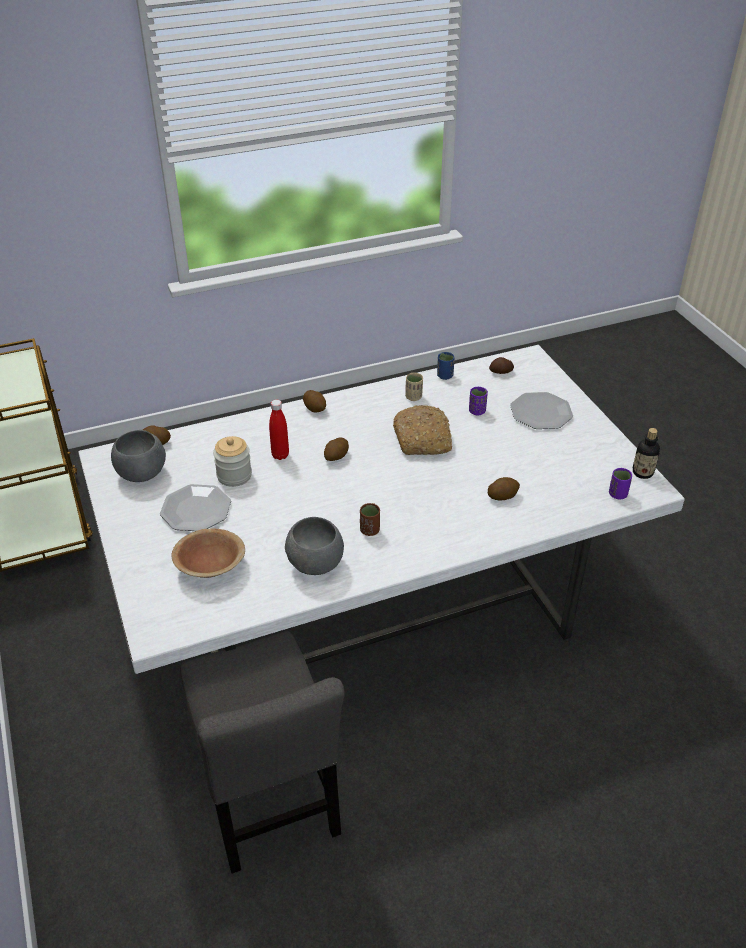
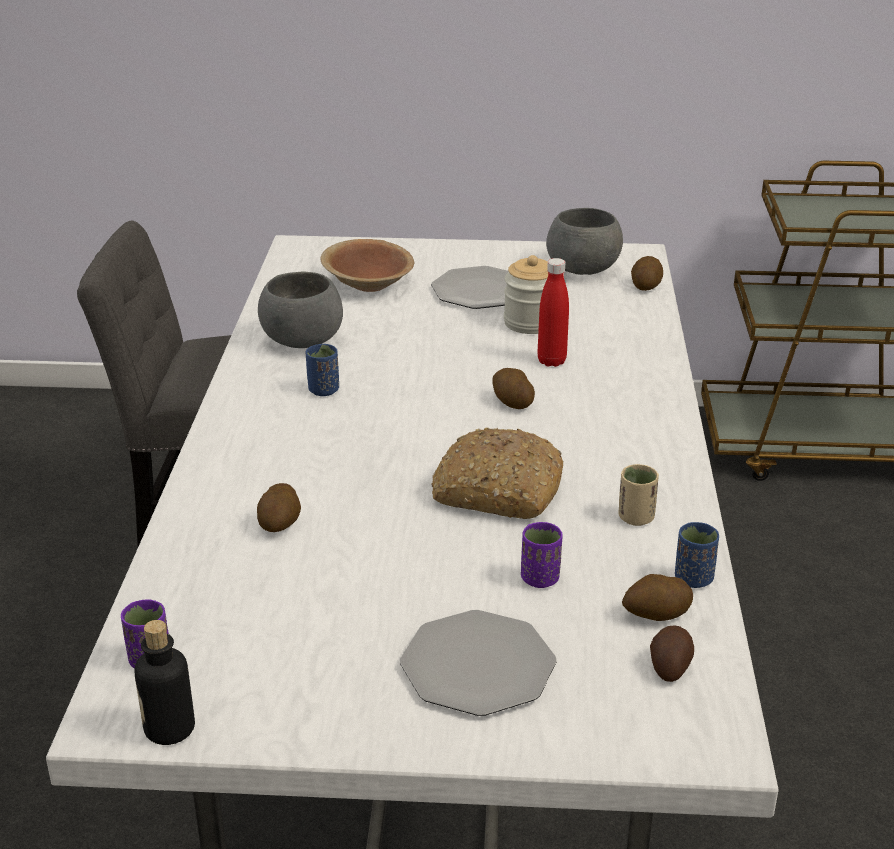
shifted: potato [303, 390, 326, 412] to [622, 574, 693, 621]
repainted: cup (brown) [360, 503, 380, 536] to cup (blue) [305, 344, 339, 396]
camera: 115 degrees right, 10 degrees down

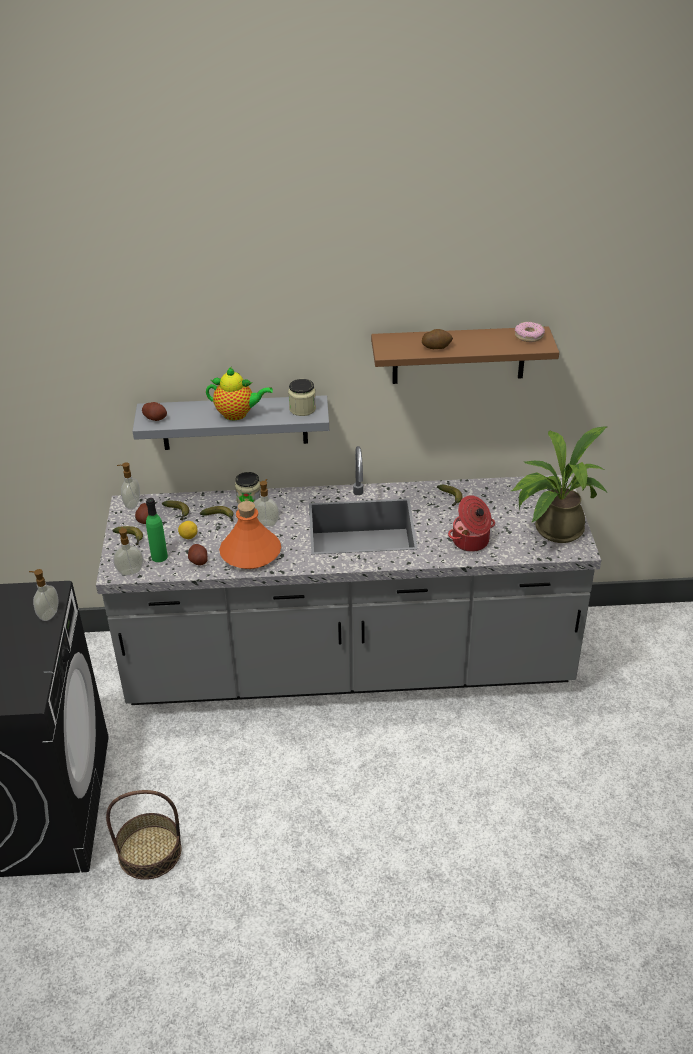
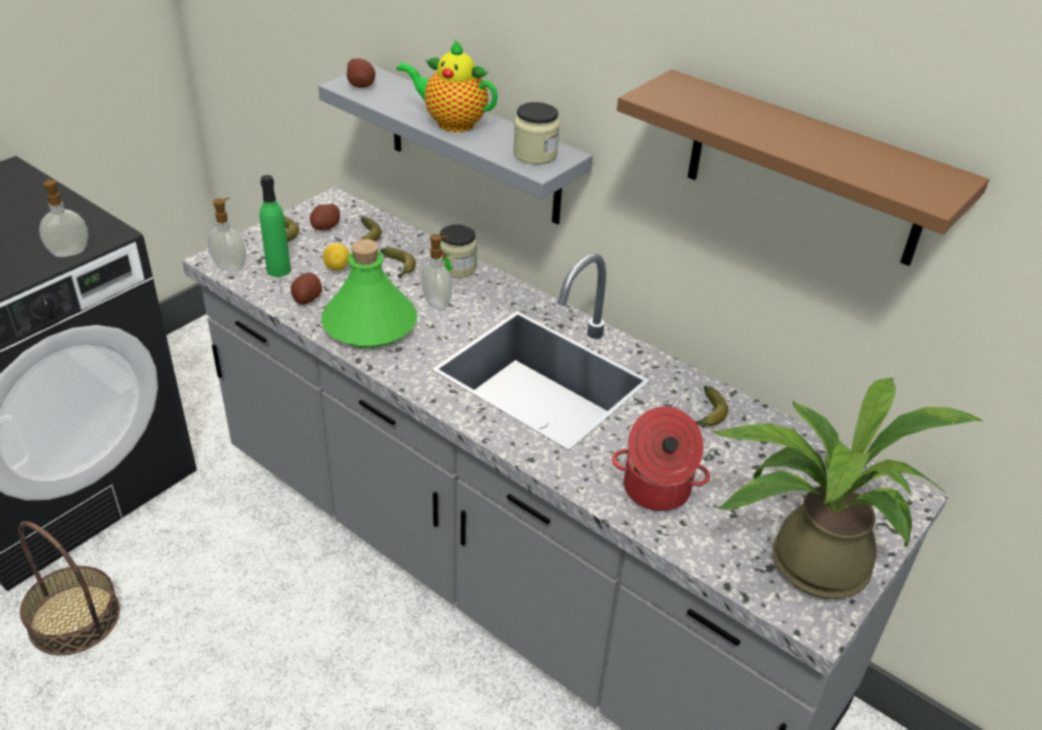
gone: soap dispenser [117, 462, 140, 509]; potato [422, 329, 453, 349]; donut [515, 322, 545, 342]
repainted: bottle (orange) [219, 501, 281, 569] to bottle (green) [321, 239, 417, 348]
rotated: teapot [206, 367, 273, 420] = [396, 39, 498, 132] 150 degrees clockwise
camera: 40 degrees right, 0 degrees up

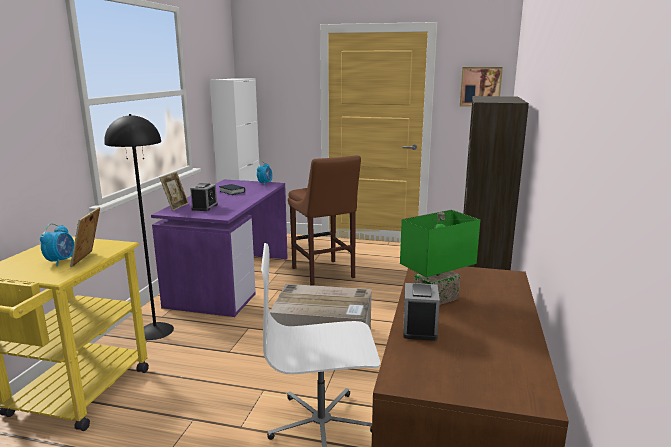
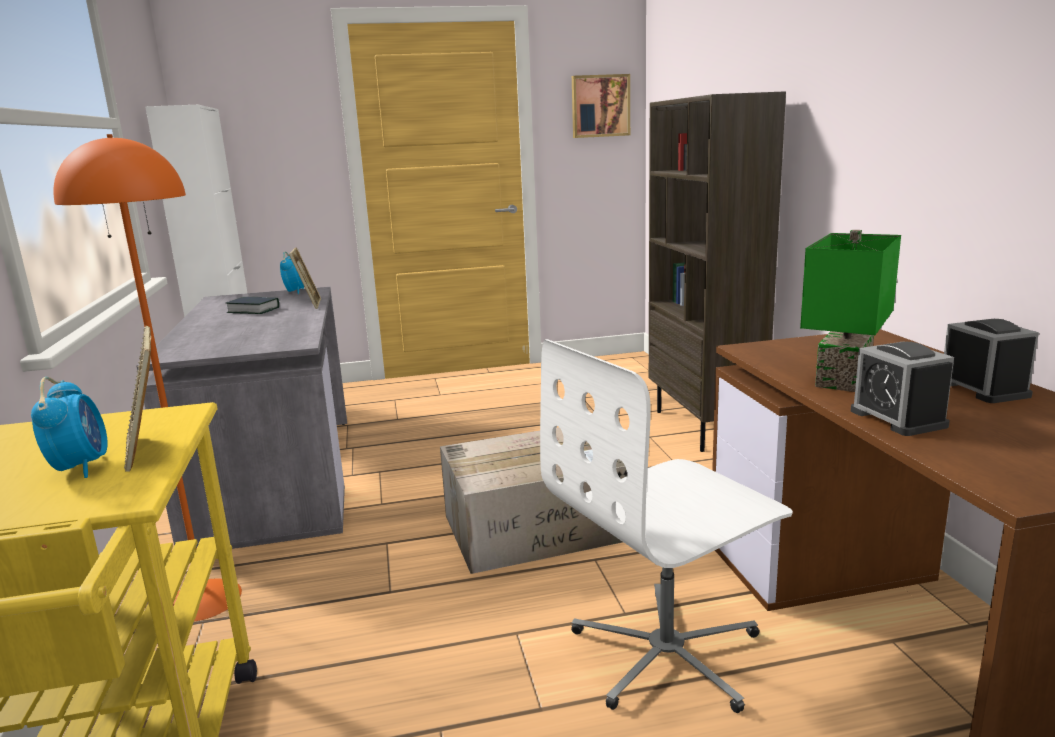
gone: stool (brown) [288, 155, 361, 286]
shifted: picture frame [160, 172, 189, 211] to [289, 247, 321, 309]; alarm clock [190, 183, 218, 211] to [944, 319, 1039, 403]
repainted: floor lamp (black) [104, 114, 174, 340] to floor lamp (orange) [53, 134, 242, 622]; desk (purple) [151, 180, 287, 317] to desk (grey) [136, 287, 347, 549]
camera: 25 degrees left, 0 degrees up

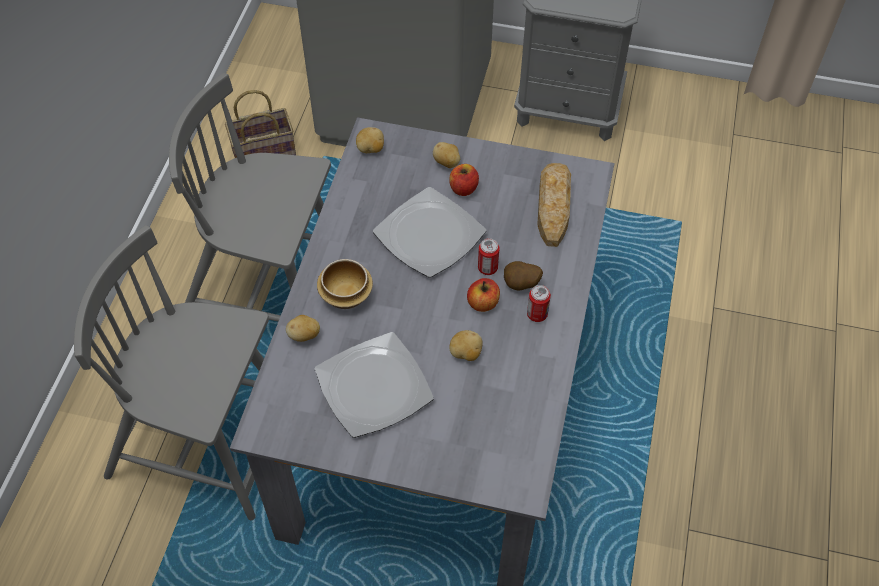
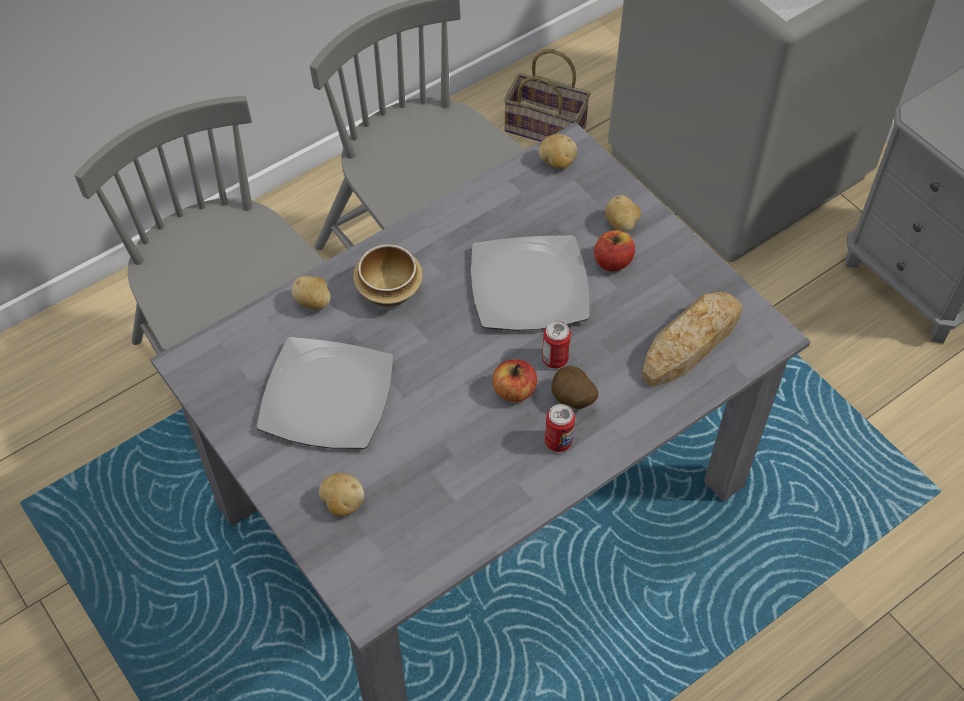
shifted: potato [449, 330, 483, 361] to [319, 473, 364, 516]
camera: 40 degrees right, 0 degrees up

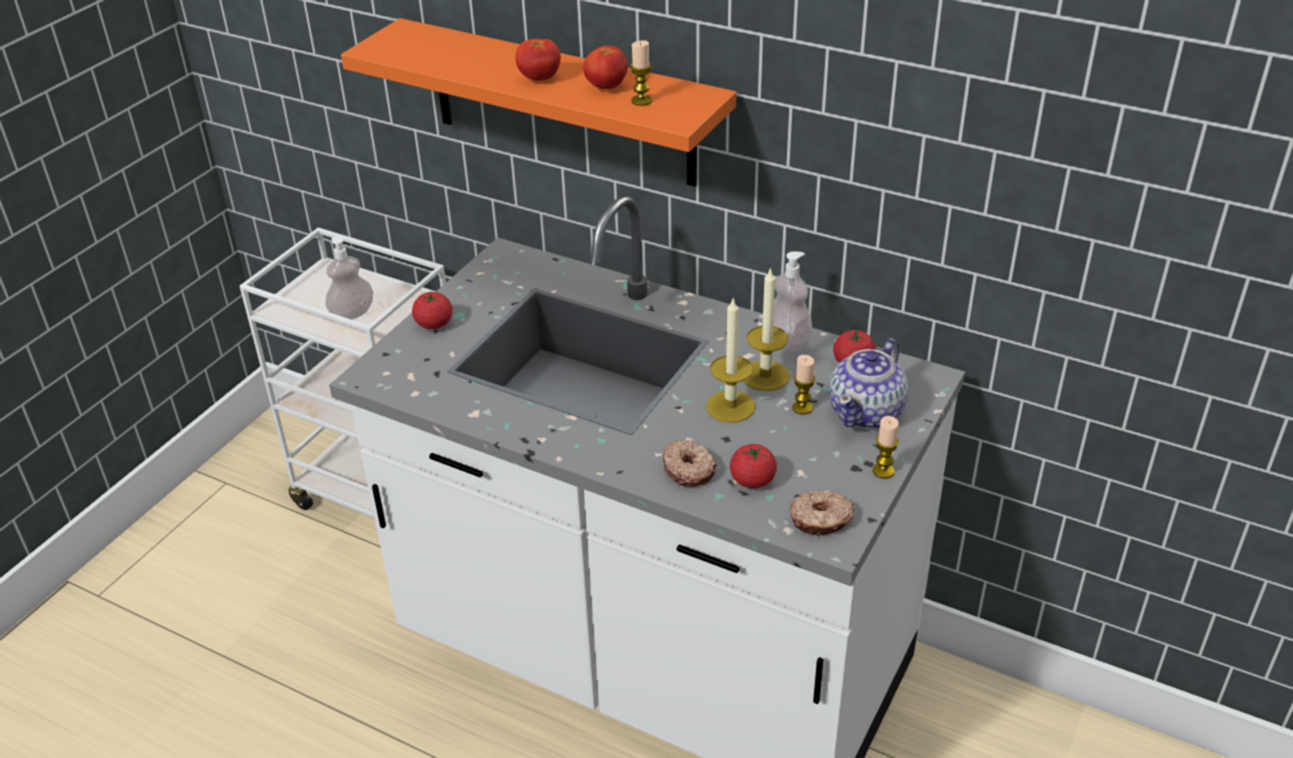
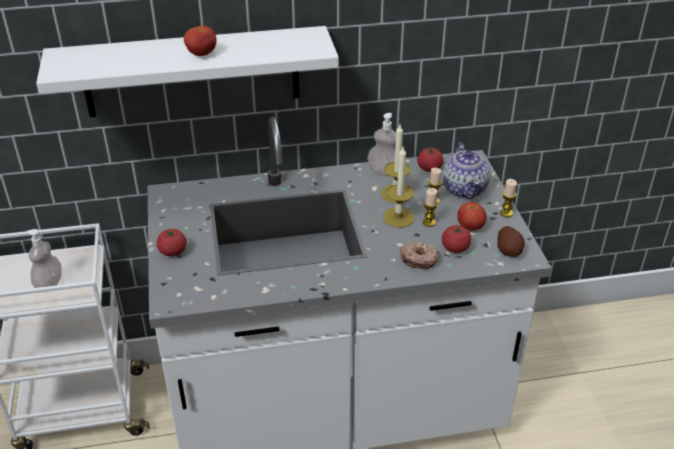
shifted: candle [630, 40, 652, 106] to [423, 188, 438, 227]; tomato [583, 46, 628, 89] to [457, 202, 487, 231]
swapped: donut [790, 490, 854, 536] to potato [497, 226, 525, 257]
repainted: shelf (orange) [341, 18, 737, 187] to shelf (white) [36, 26, 339, 118]
camera: 40 degrees left, 0 degrees up

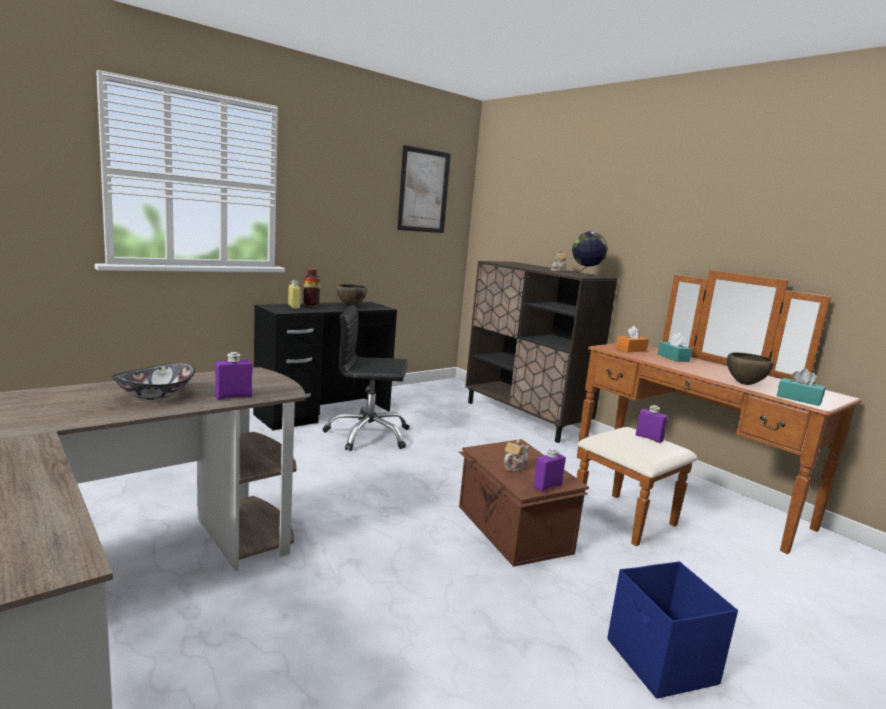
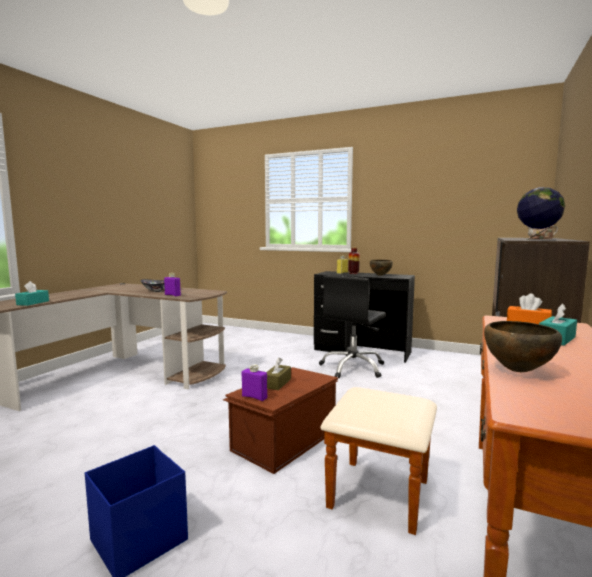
gone: picture [397, 145, 451, 233]; bottle (purple) [636, 405, 668, 443]
shifted: tissue box (turquoise) [777, 369, 826, 406] to [15, 281, 49, 306]
swapped: teapot [504, 440, 529, 472] to tissue box (brown) [267, 357, 291, 390]
rotated: office chair (black) [323, 305, 410, 451] = [319, 275, 386, 378] 120 degrees counterclockwise
camera: 65 degrees right, 5 degrees down

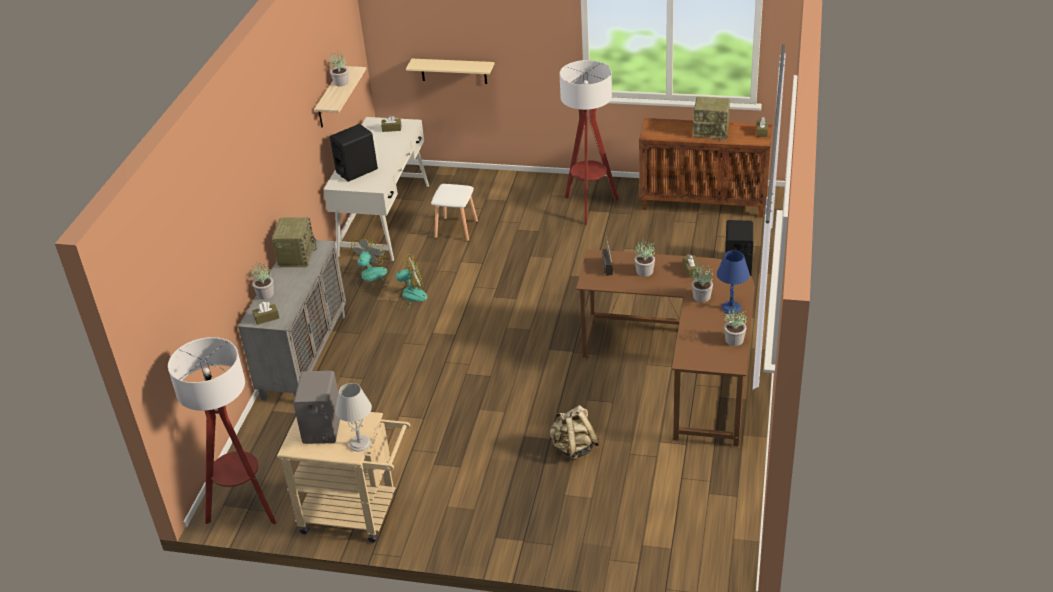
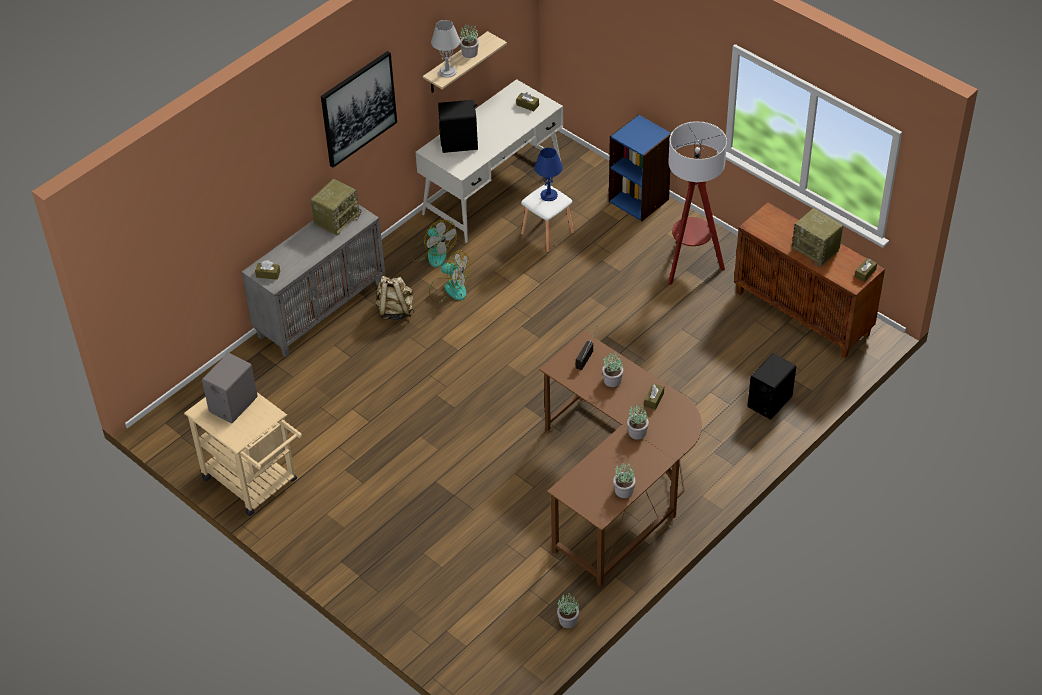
gone: floor lamp [168, 337, 276, 525]; shelf (beige) [406, 59, 494, 84]
new: picture [321, 51, 397, 168]; bookcase (blue) [609, 114, 671, 221]
shifted: backpack (beige) [550, 405, 599, 460] to [375, 276, 414, 320]; table lamp (grey) [335, 383, 372, 452] to [431, 20, 460, 78]; table lamp (blue) [717, 250, 750, 314] to [534, 147, 563, 201]; potted plant [251, 262, 274, 300] to [557, 592, 579, 628]
rotated: fan [351, 238, 388, 290] = [411, 220, 457, 267] 90 degrees clockwise
camera: 30 degrees right, 10 degrees up

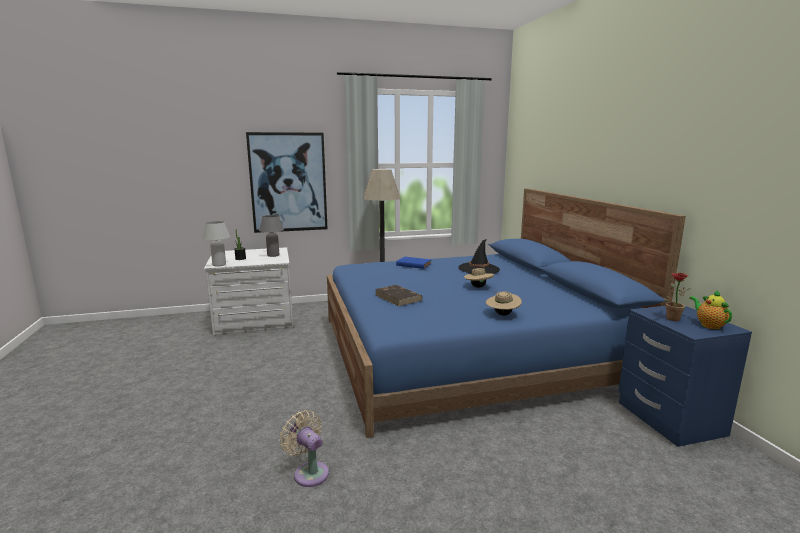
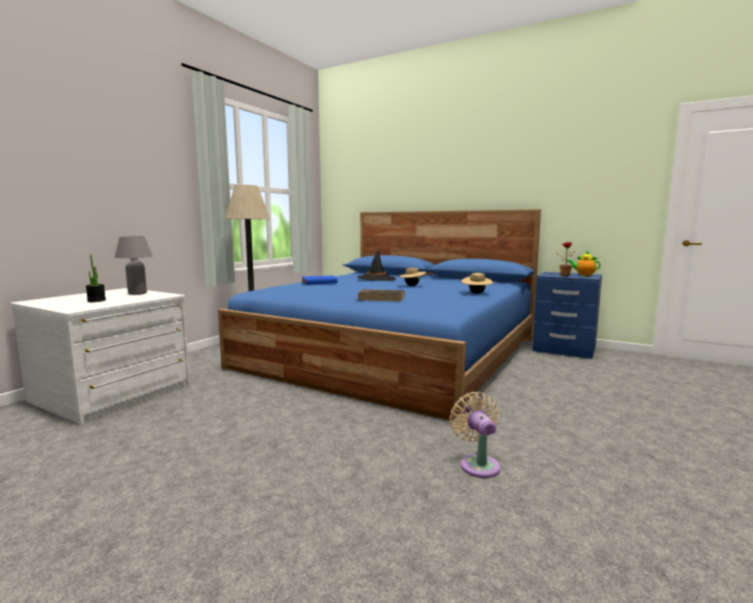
gone: table lamp (white) [202, 221, 230, 267]; picture [246, 132, 327, 233]
rotated: fan (beige) [280, 410, 329, 487] = [450, 392, 501, 478] 75 degrees clockwise
camera: 45 degrees left, 5 degrees down

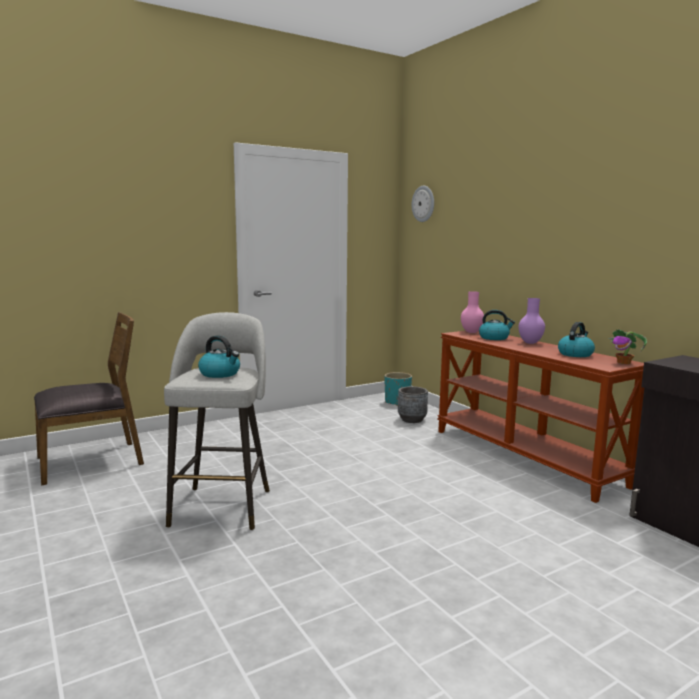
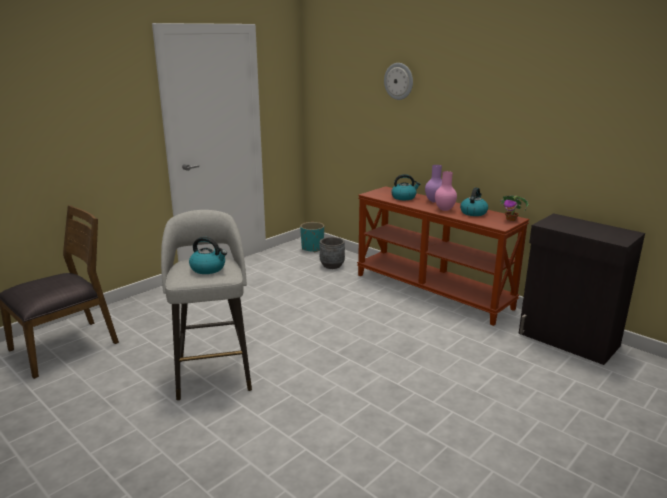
shifted: wall clock [412, 186, 434, 222] to [384, 63, 413, 100]; vase (pink) [461, 291, 484, 333] to [435, 171, 457, 211]
camera: 15 degrees left, 10 degrees up

